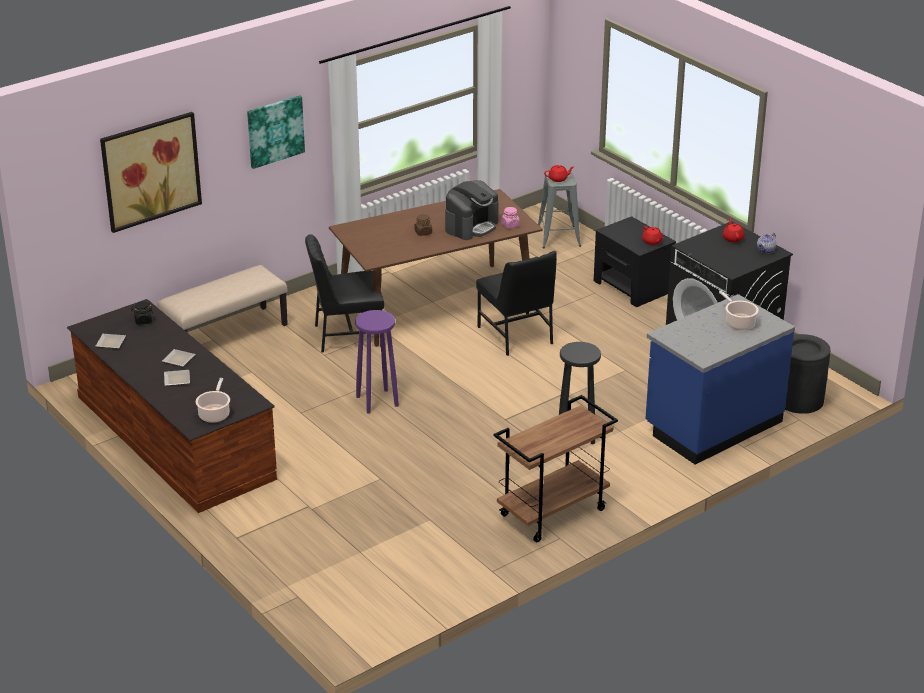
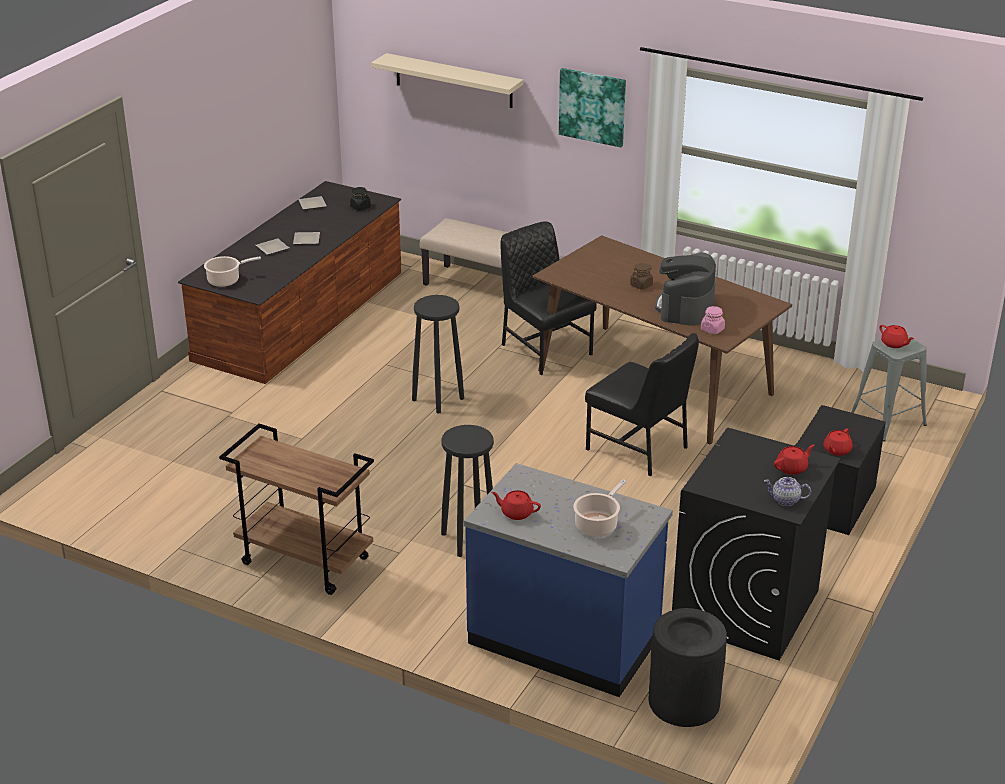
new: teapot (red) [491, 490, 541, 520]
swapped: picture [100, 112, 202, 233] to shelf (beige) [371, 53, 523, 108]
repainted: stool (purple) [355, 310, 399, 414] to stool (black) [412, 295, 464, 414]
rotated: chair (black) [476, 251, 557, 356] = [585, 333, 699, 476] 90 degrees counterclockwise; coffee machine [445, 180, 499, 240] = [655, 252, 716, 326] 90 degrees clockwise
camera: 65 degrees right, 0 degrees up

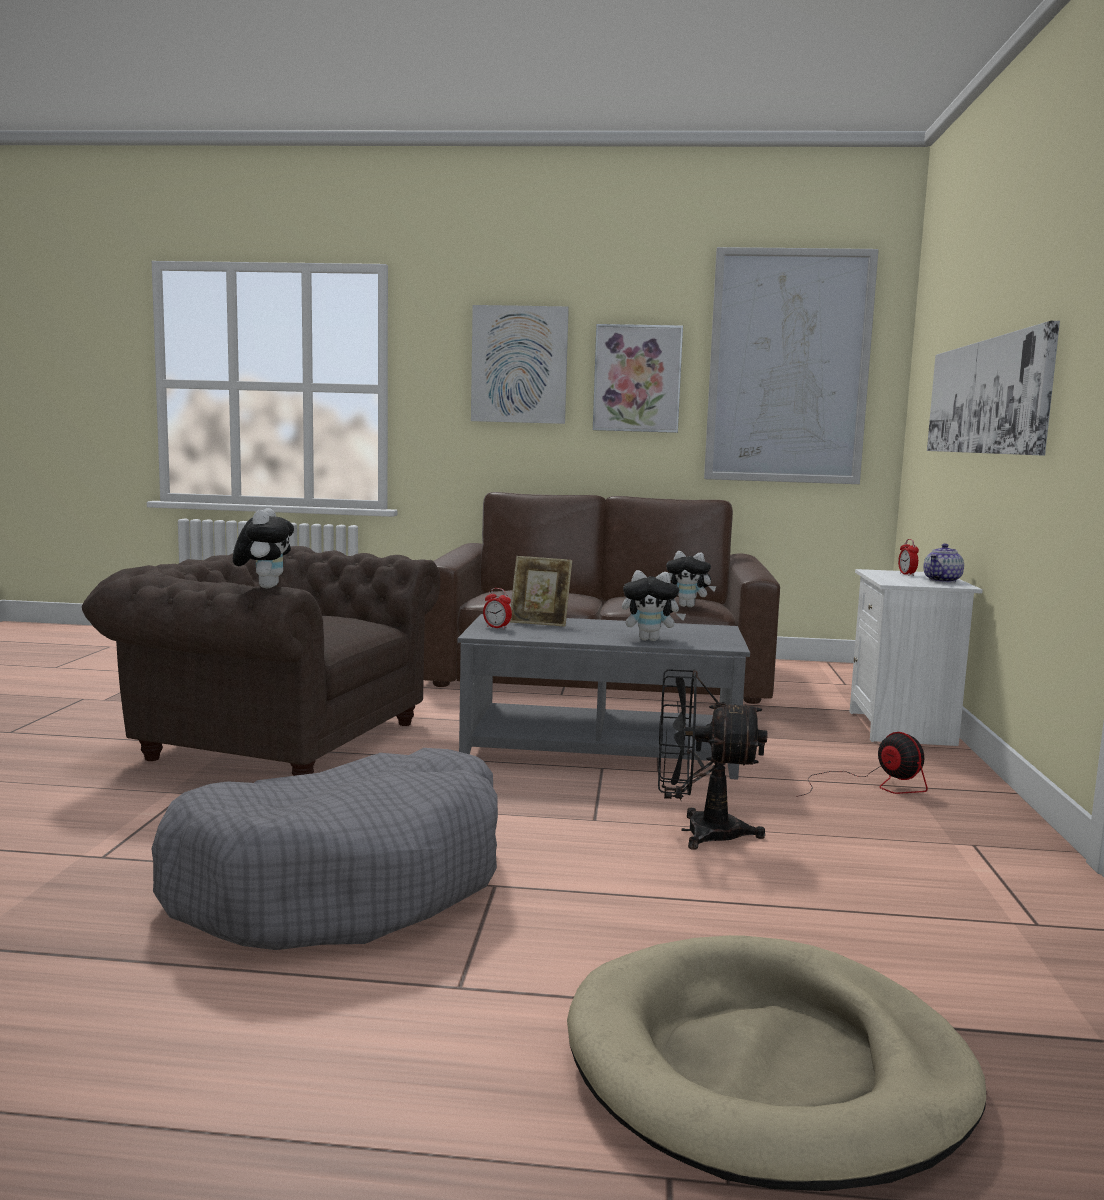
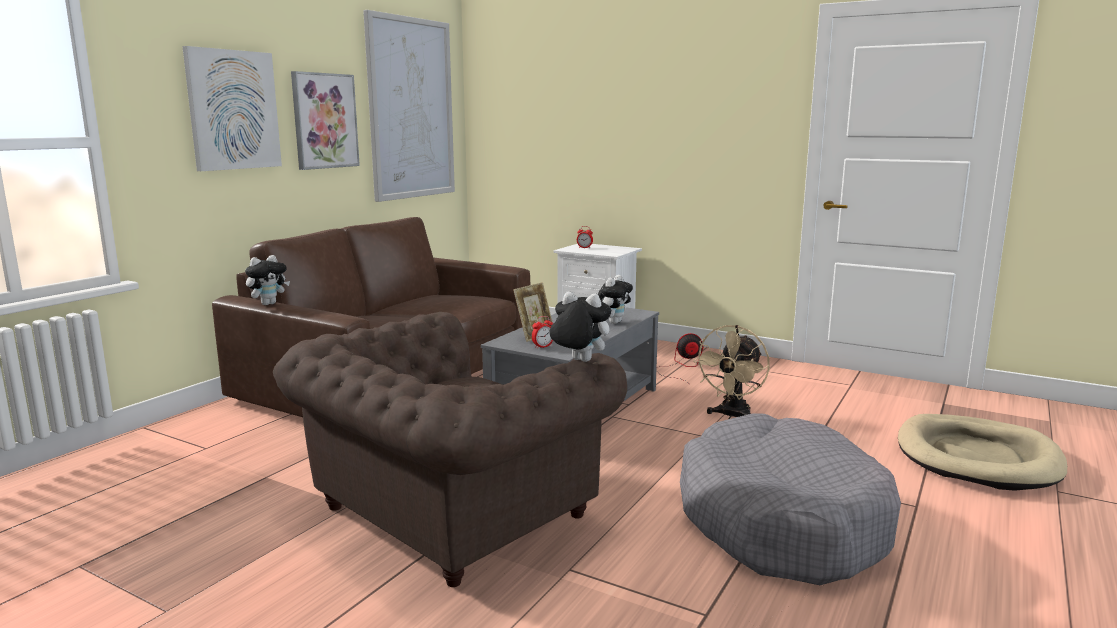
gone: teapot [923, 544, 964, 582]; picture [927, 321, 1060, 456]
shifted: plush toy [666, 551, 717, 607] to [245, 255, 290, 305]
repainted: fan (black) [658, 669, 767, 850] to fan (beige) [693, 325, 770, 419]
camera: 65 degrees left, 5 degrees up

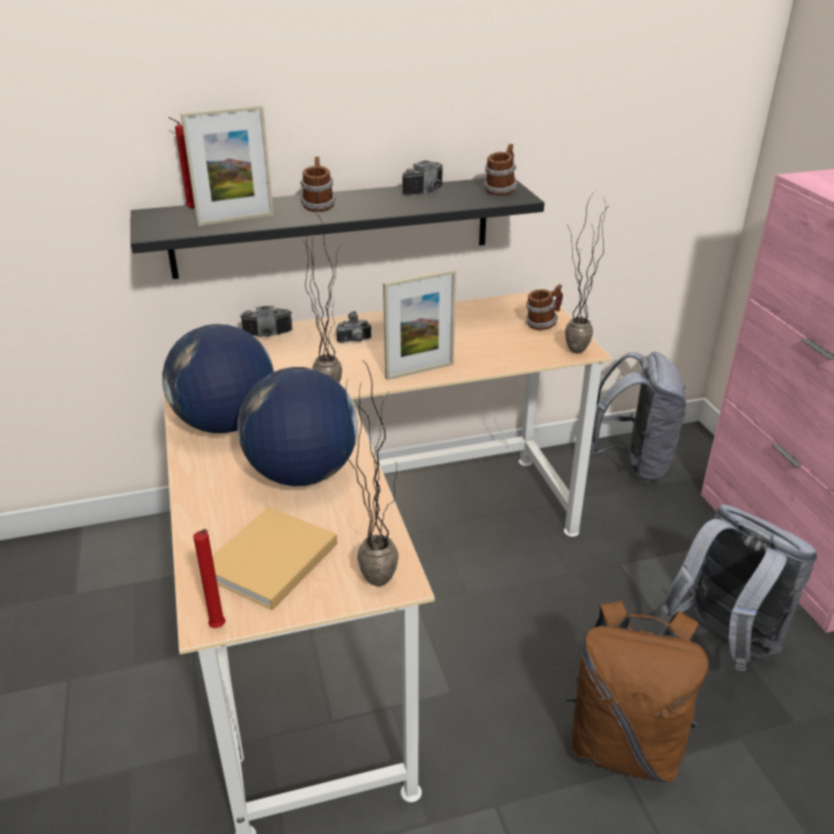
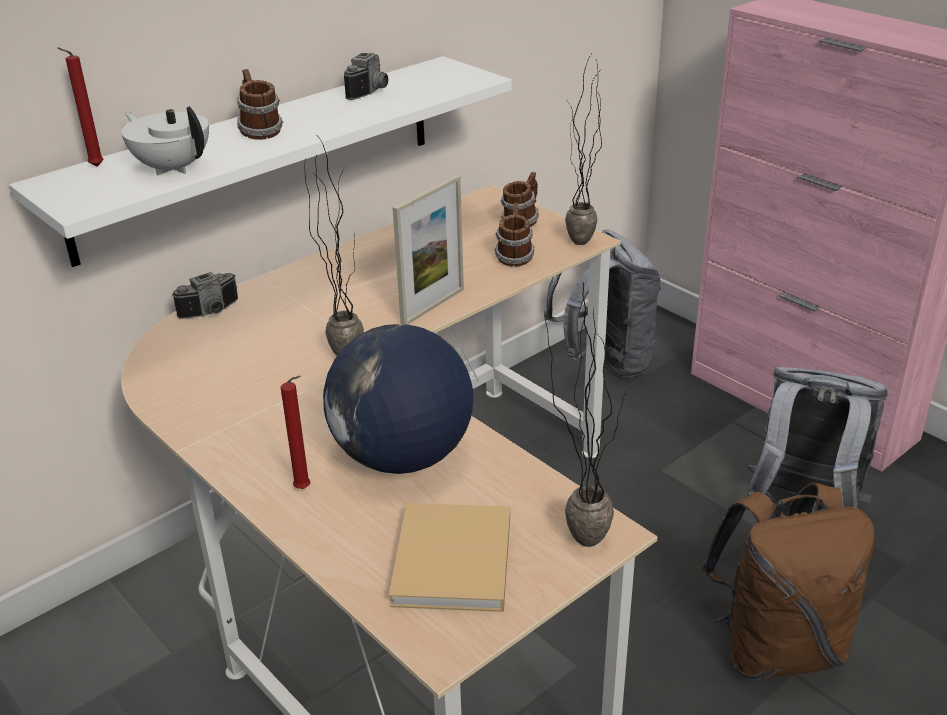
gone: globe [162, 324, 274, 433]; photo camera [336, 311, 372, 343]
shifted: candle (red) [193, 529, 226, 628] to [281, 376, 311, 489]; mug [484, 144, 518, 196] to [494, 203, 534, 267]
swapped: picture frame [181, 105, 274, 226] to teapot (white) [121, 106, 209, 175]
repainted: shelf (black) [131, 178, 544, 279] to shelf (white) [9, 56, 512, 267]
camera: 25 degrees left, 0 degrees up

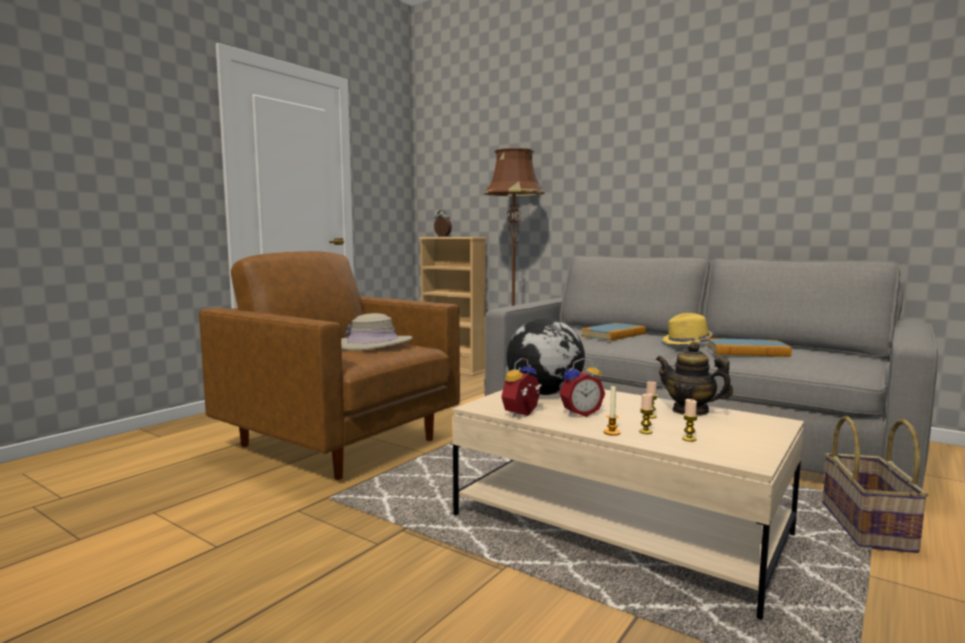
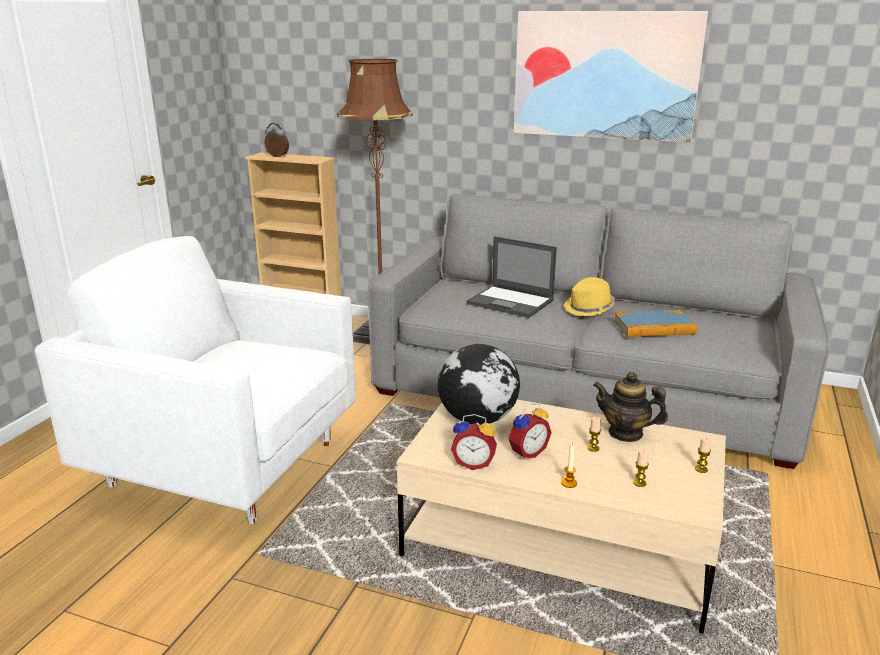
gone: hat (beige) [341, 313, 413, 351]; basket [822, 416, 928, 553]
new: picture [514, 11, 708, 143]
shifted: candle [639, 393, 654, 434] to [695, 436, 712, 473]
swapped: book [581, 323, 646, 341] to laptop [467, 236, 557, 318]
repainted: armchair (brown) [199, 251, 460, 480] to armchair (white) [35, 236, 356, 524]
rotated: alarm clock [501, 358, 542, 418] = [451, 414, 497, 470] 105 degrees counterclockwise
camera: 15 degrees left, 15 degrees up

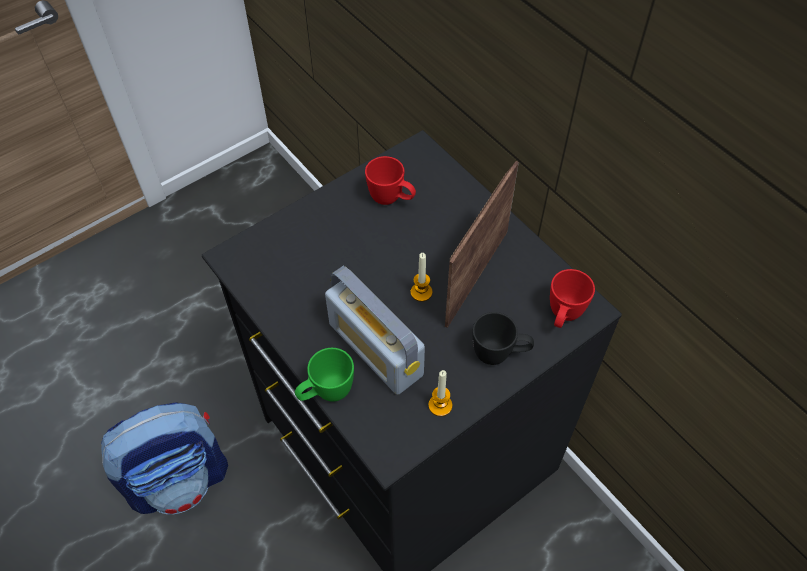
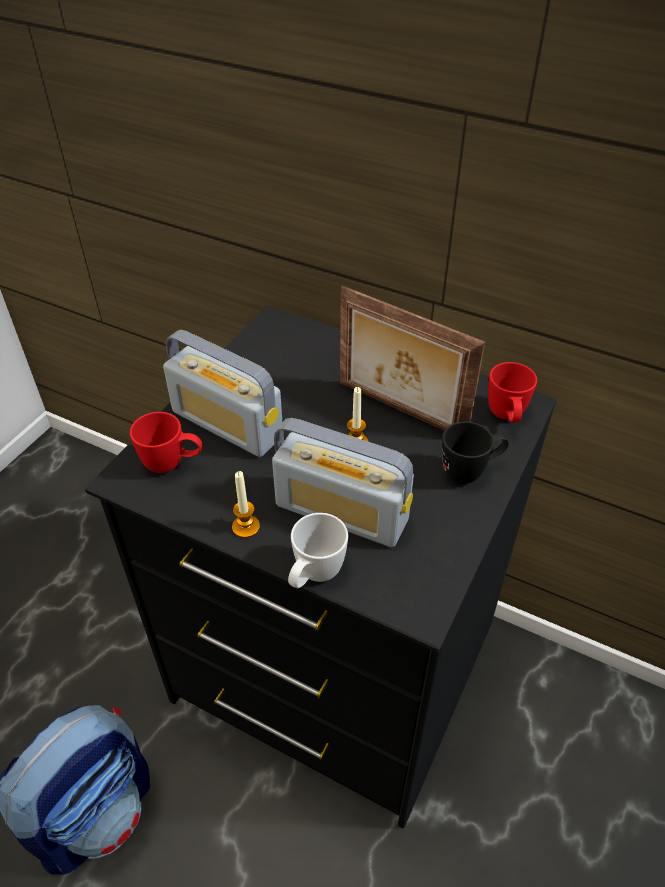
new: radio [163, 330, 282, 457]
shifted: mug (red) [365, 156, 416, 205] to [130, 412, 202, 473]; candle [428, 370, 452, 417] to [232, 471, 260, 538]
repainted: mug (green) [295, 348, 354, 401] to mug (white) [288, 513, 348, 588]
rotated: picture frame [445, 161, 519, 328] = [340, 286, 485, 431] 60 degrees counterclockwise
camera: 25 degrees left, 10 degrees down

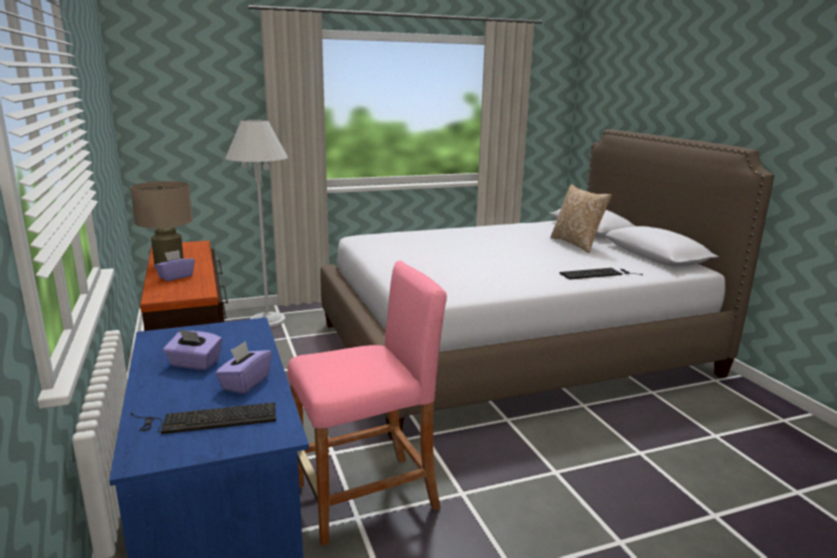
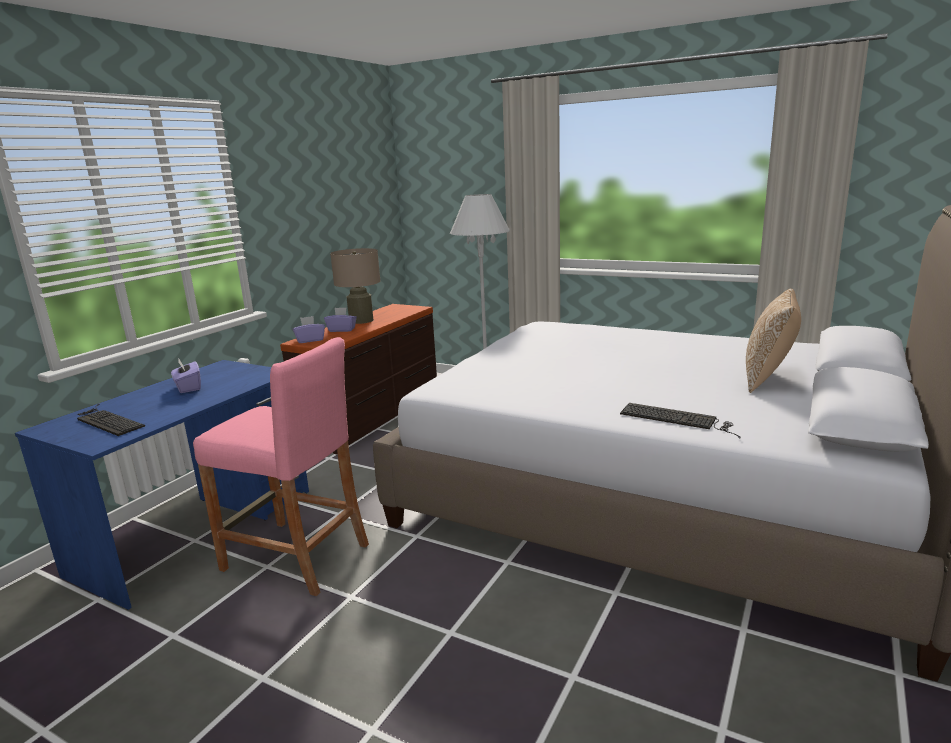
shifted: tissue box (purple) [215, 341, 272, 394] to [292, 316, 325, 343]
camera: 50 degrees right, 0 degrees up

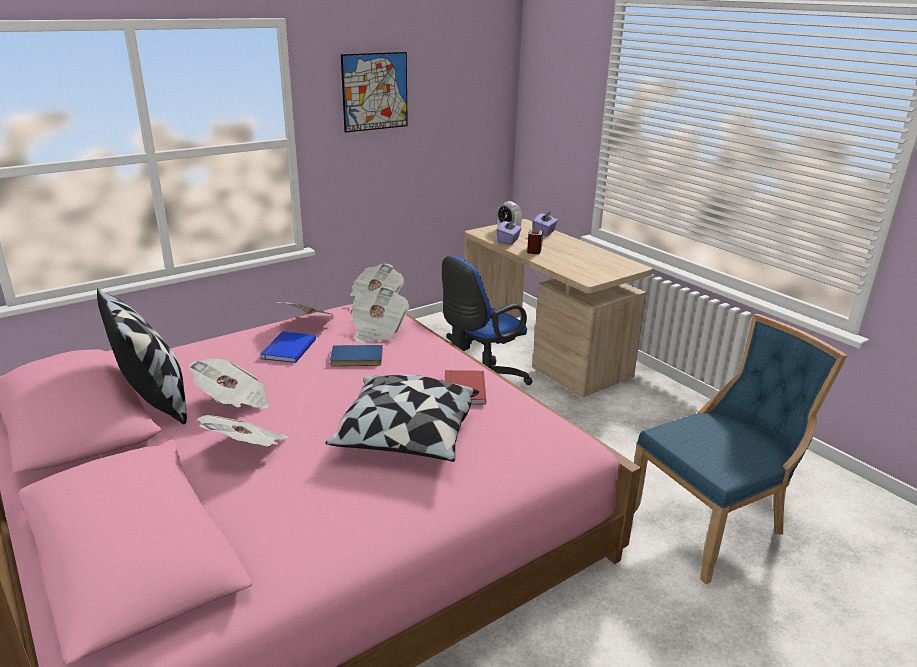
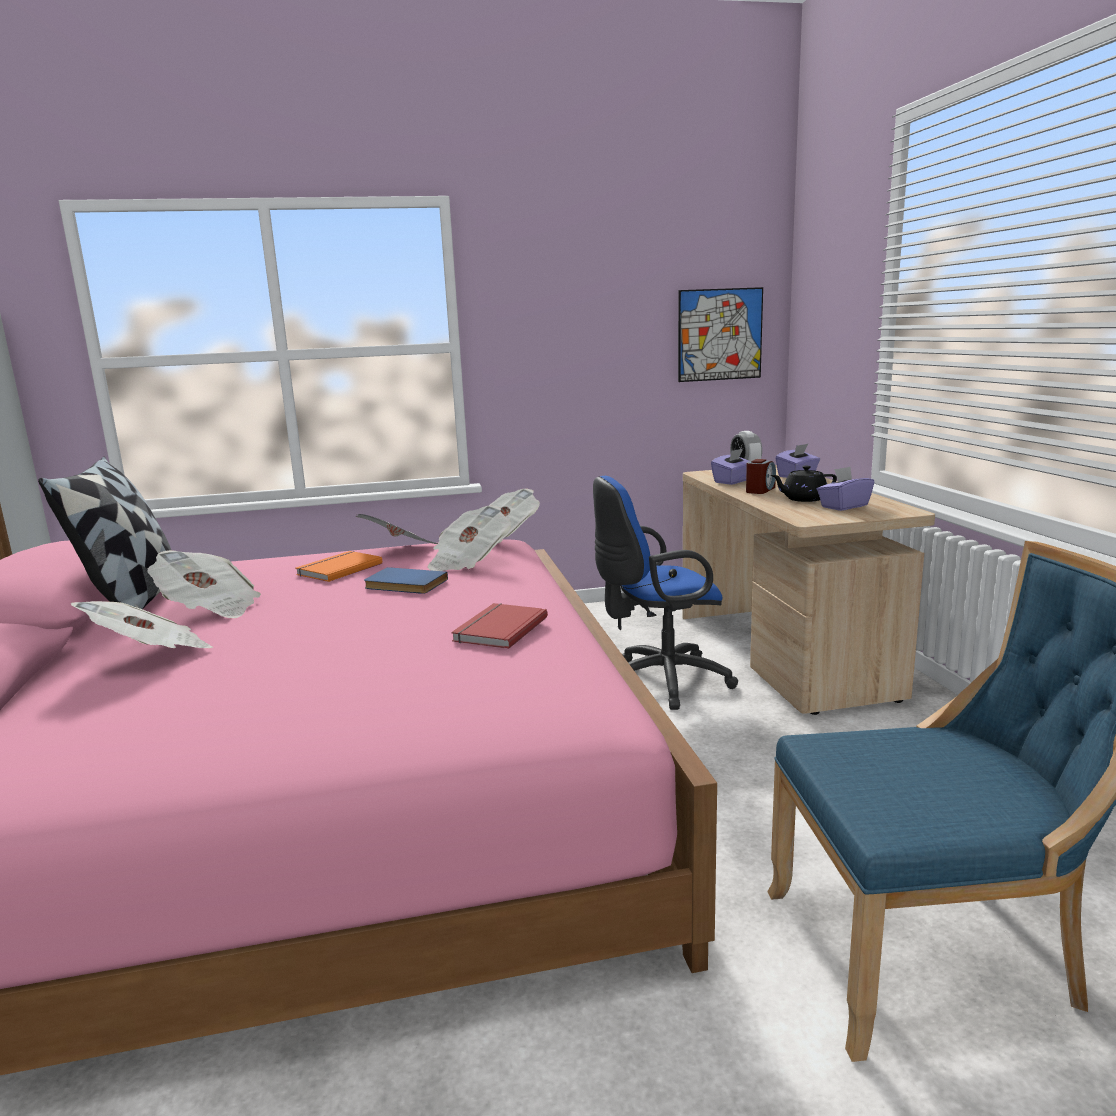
gone: pillow [325, 375, 479, 462]
new: teapot (black) [771, 466, 837, 502]; tissue box (purple) [817, 467, 874, 511]
shifted: picture [341, 52, 408, 133] to [678, 287, 763, 382]
repainted: book (blue) [260, 331, 316, 363] to book (orange) [296, 551, 382, 582]
camera: 25 degrees right, 10 degrees down

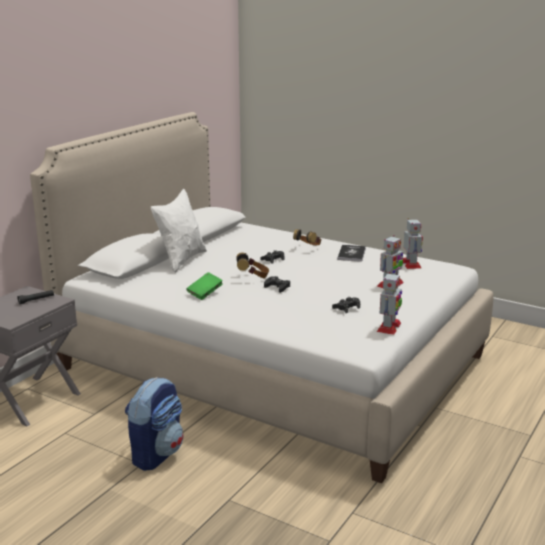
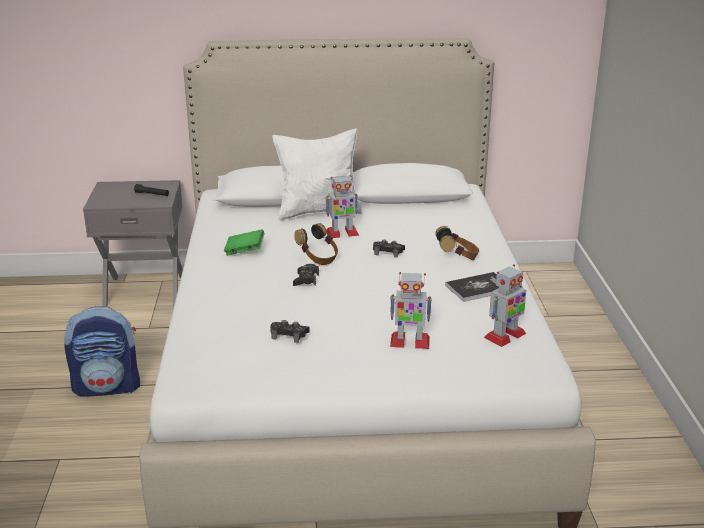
shifted: toy robot [377, 272, 402, 335] to [325, 175, 359, 238]
camera: 55 degrees right, 5 degrees up

